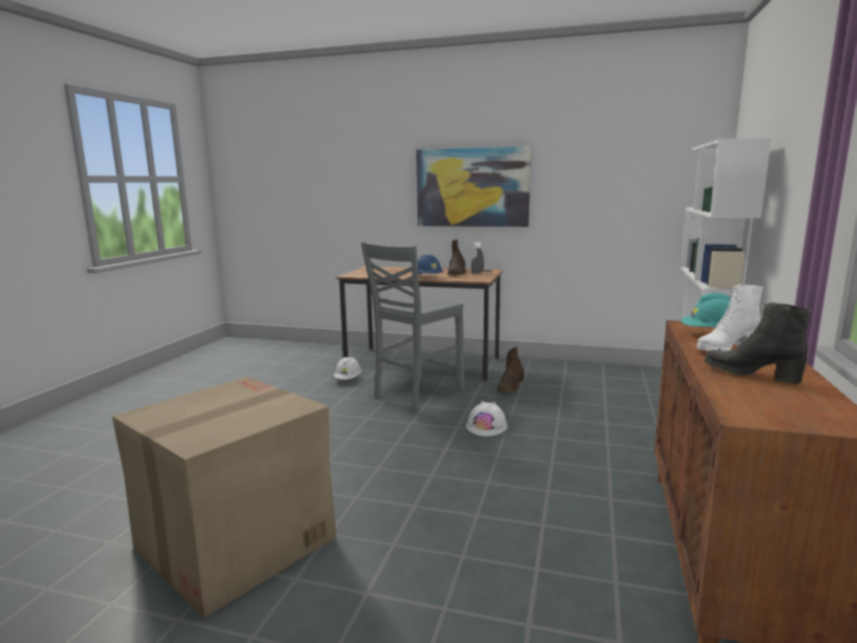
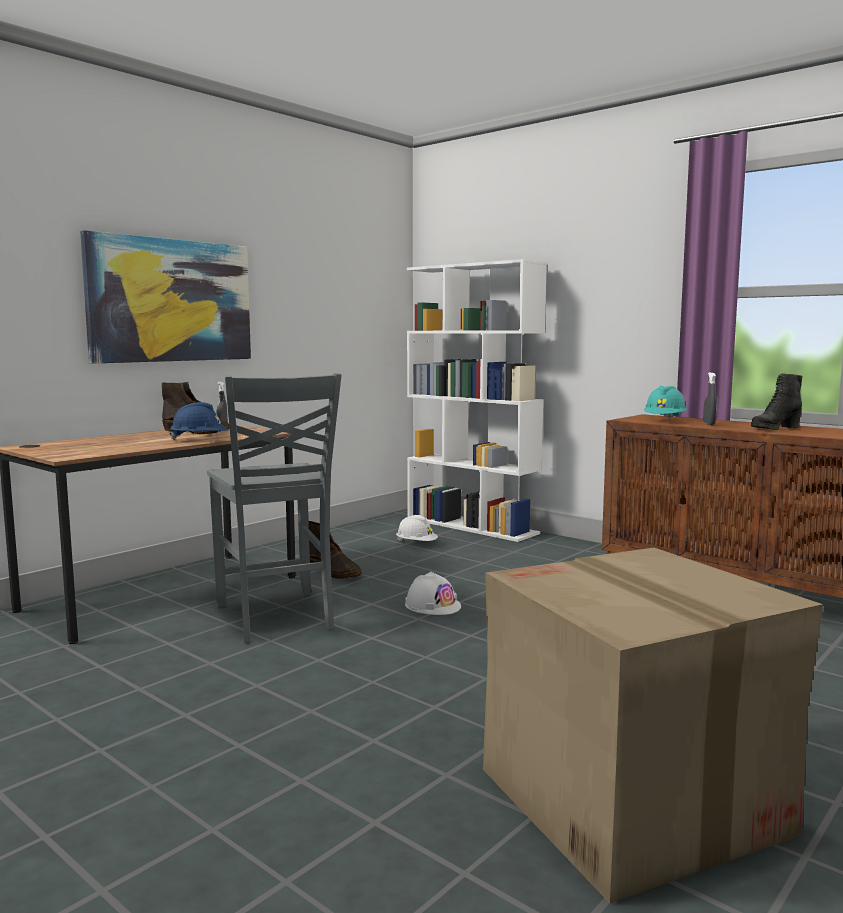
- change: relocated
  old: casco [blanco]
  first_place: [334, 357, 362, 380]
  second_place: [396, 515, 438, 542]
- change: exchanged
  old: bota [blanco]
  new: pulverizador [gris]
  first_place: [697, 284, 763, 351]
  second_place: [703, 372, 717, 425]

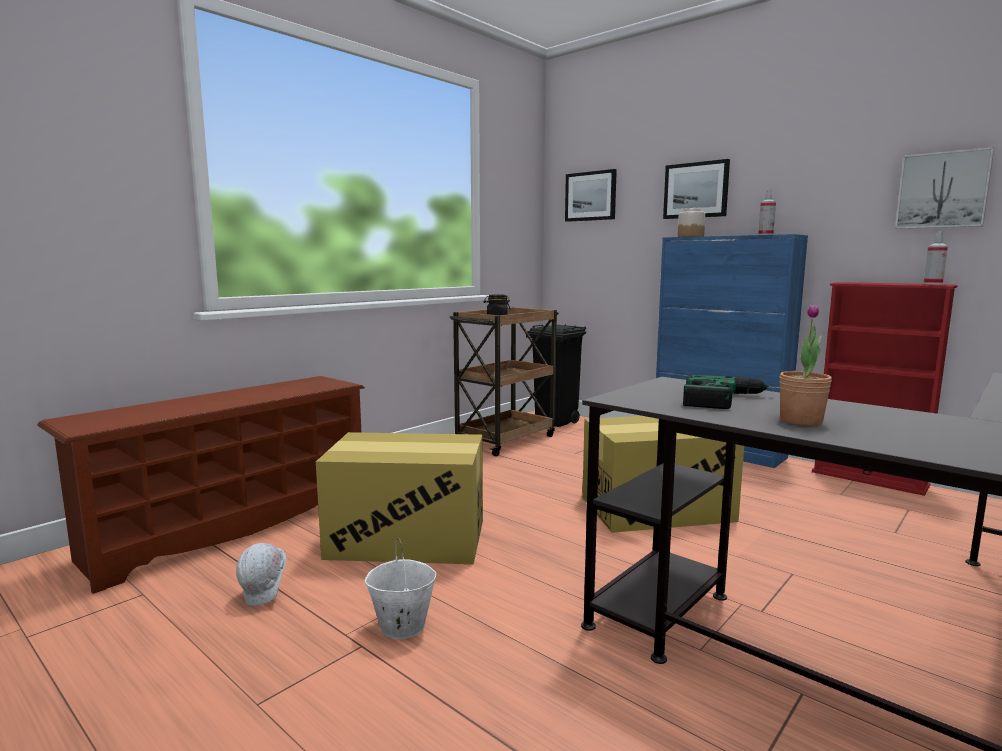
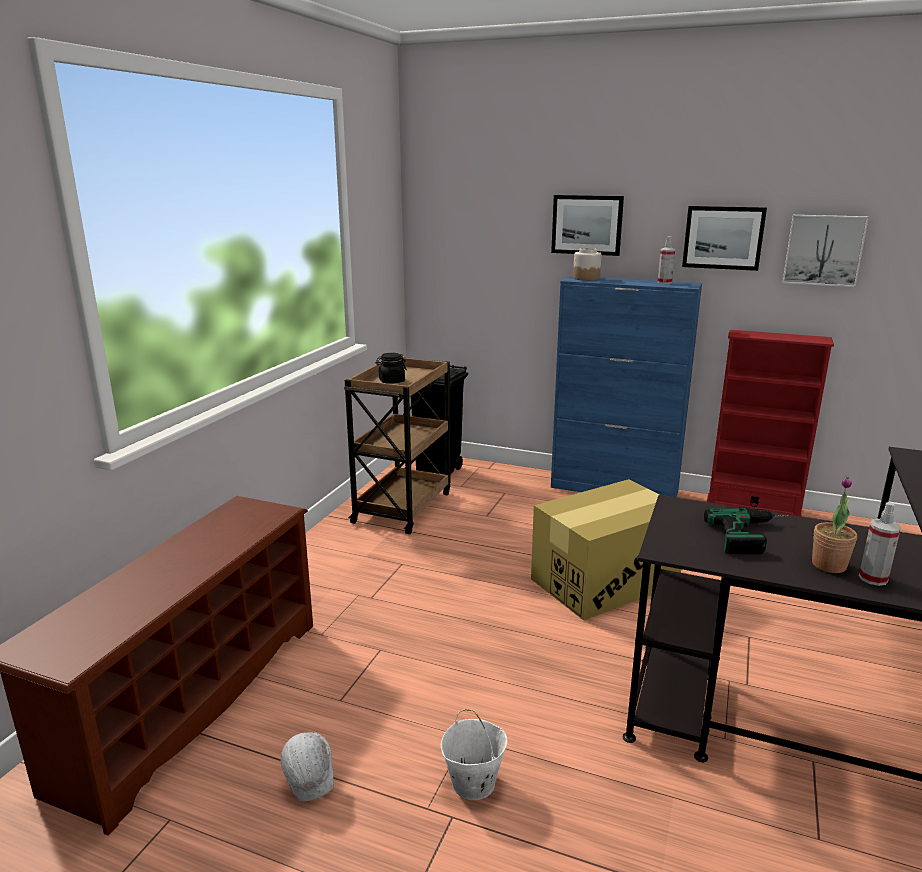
- change: missing
  old: caja de cartón
  first_place: [316, 432, 483, 564]
- change: relocated
  old: cuadro
  first_place: [565, 169, 617, 222]
  second_place: [682, 206, 767, 271]
- change: relocated
  old: pulverizador
  first_place: [923, 231, 948, 285]
  second_place: [859, 502, 901, 586]

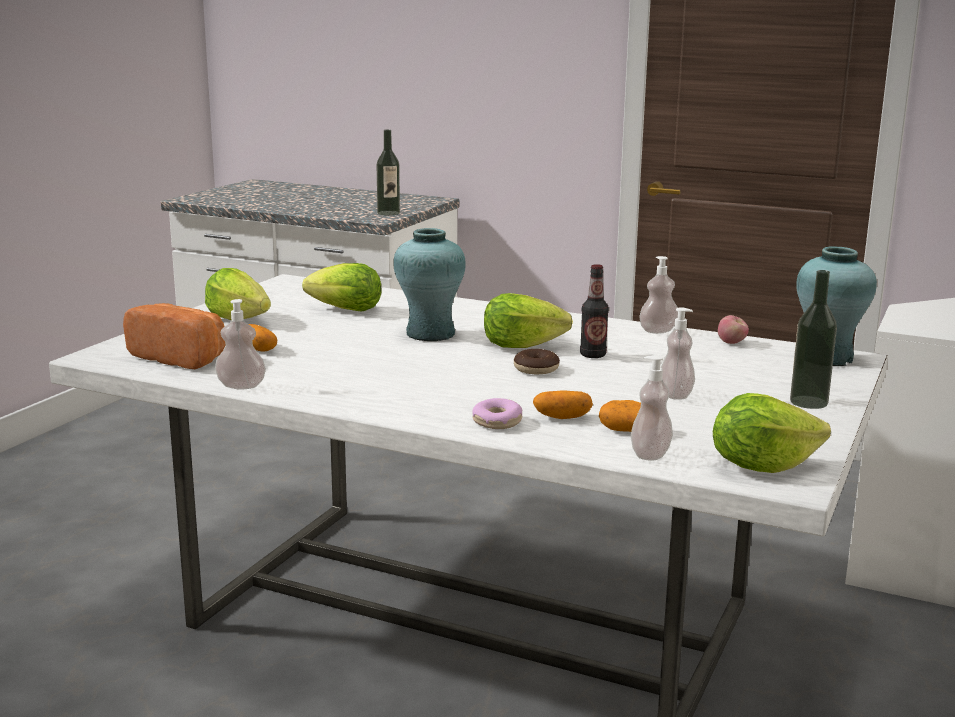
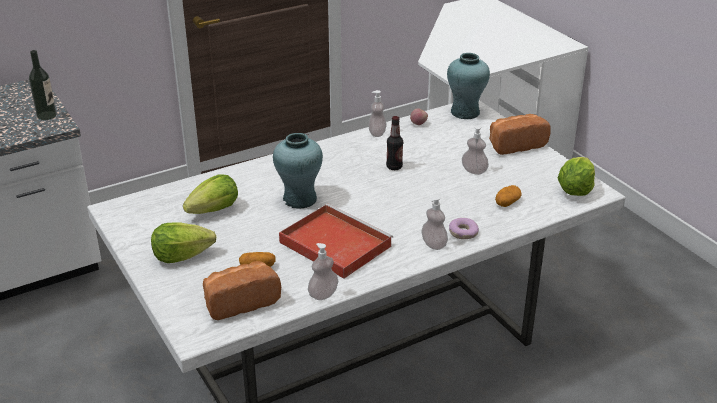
- change: missing
  old: lechuga
  first_place: [484, 293, 573, 348]
- change: missing
  old: rosquilla
  first_place: [514, 349, 560, 374]
- change: missing
  old: patata
  first_place: [533, 390, 593, 419]
- change: relocated
  old: dispensador de jabón
  first_place: [631, 355, 673, 461]
  second_place: [421, 196, 448, 250]
- change: exchanged
  old: botella
  new: pan
  first_place: [790, 270, 837, 409]
  second_place: [489, 114, 551, 155]
- change: appeared
  new: bandeja [rojo]
  second_place: [279, 204, 393, 279]

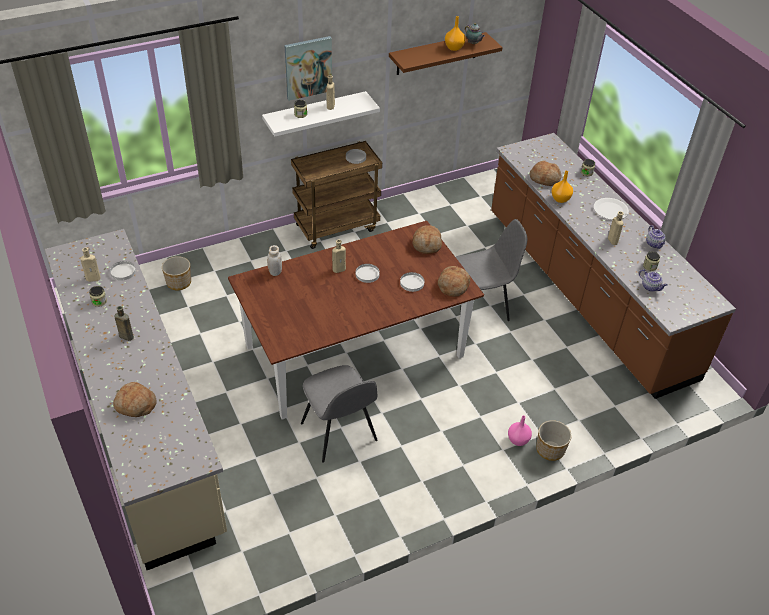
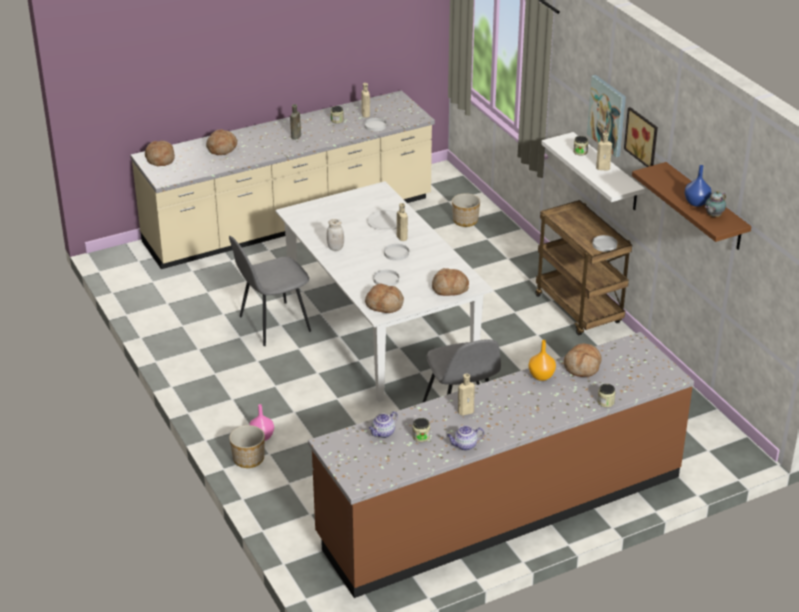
- change: colour
  old: mesa de comedor [marrón]
  new: mesa de comedor [blanco]
  first_place: [228, 221, 484, 420]
  second_place: [275, 181, 493, 402]
- change: relocated
  old: tarro [blanco]
  first_place: [267, 245, 282, 276]
  second_place: [327, 219, 344, 251]
- change: colour
  old: florero [naranja]
  new: florero [azul]
  first_place: [445, 16, 466, 51]
  second_place: [685, 165, 711, 207]
- change: relocated
  old: plato [blanco]
  first_place: [594, 198, 629, 220]
  second_place: [367, 210, 397, 230]
- change: appeared
  new: pan
  second_place: [145, 141, 175, 166]
- change: appeared
  new: cuadro
  second_place: [624, 107, 658, 167]

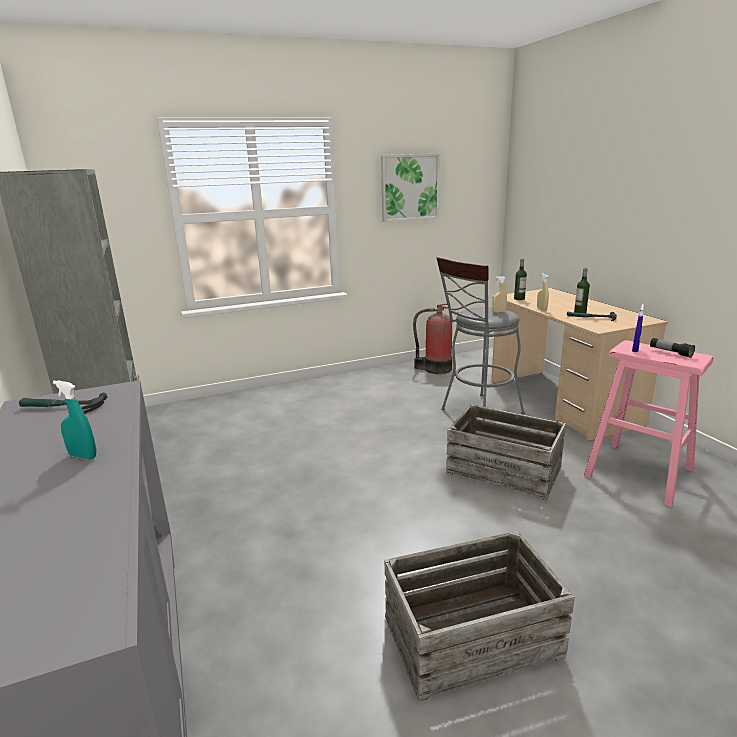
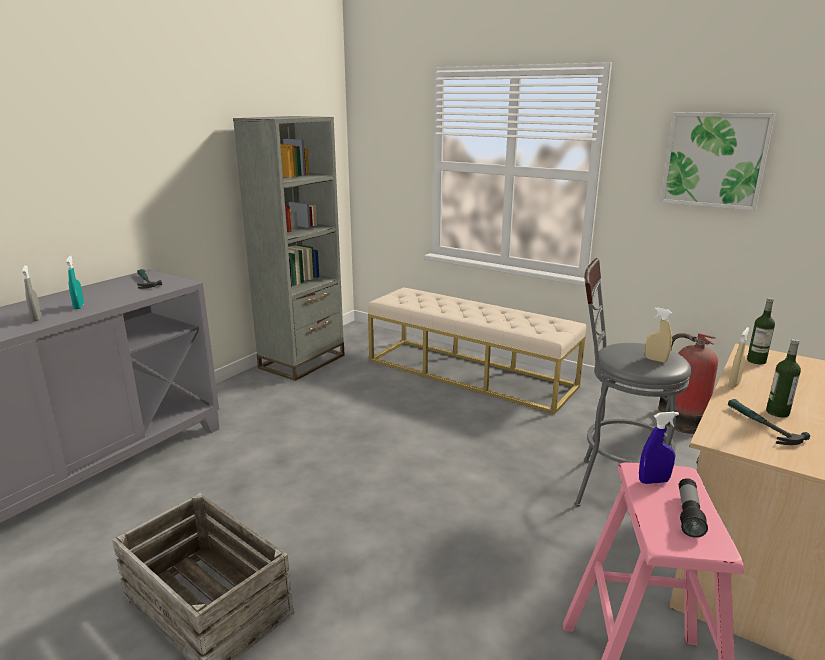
- change: missing
  old: caja de embalaje
  first_place: [446, 404, 566, 501]
- change: appeared
  new: pulverizador [gris]
  second_place: [22, 265, 41, 322]
- change: appeared
  new: banco [beis]
  second_place: [368, 287, 586, 414]

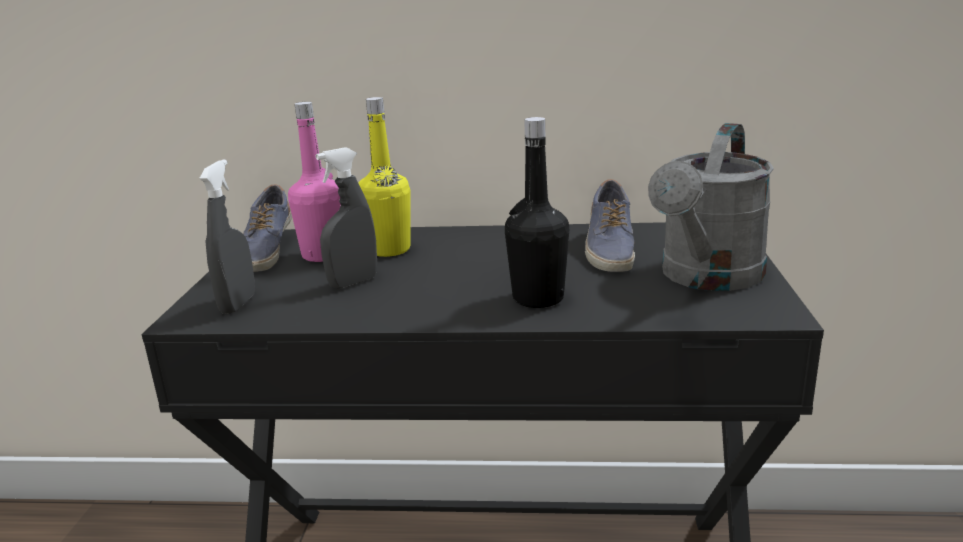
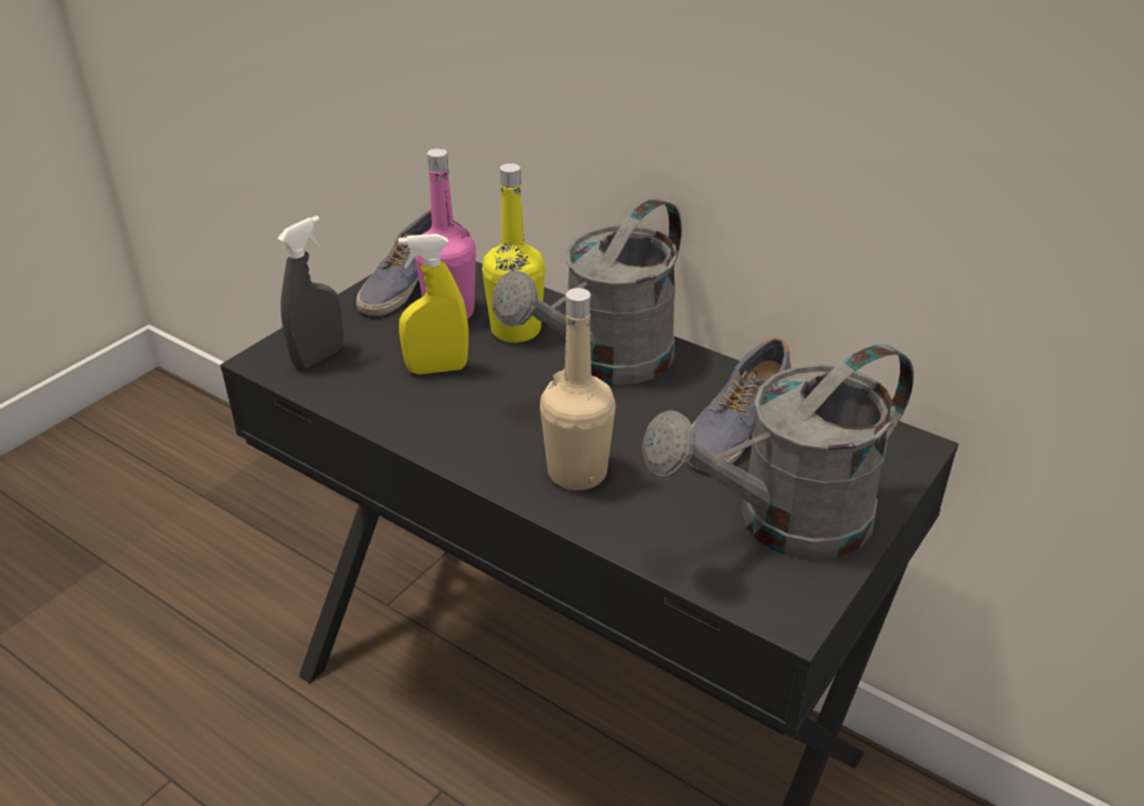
- change: colour
  old: pulverizador [gris]
  new: pulverizador [amarillo]
  first_place: [316, 147, 377, 289]
  second_place: [398, 234, 468, 374]
- change: colour
  old: botella [negro]
  new: botella [beis]
  first_place: [505, 117, 569, 308]
  second_place: [540, 288, 616, 490]
- change: appeared
  new: regadera [gris]
  second_place: [492, 198, 682, 385]

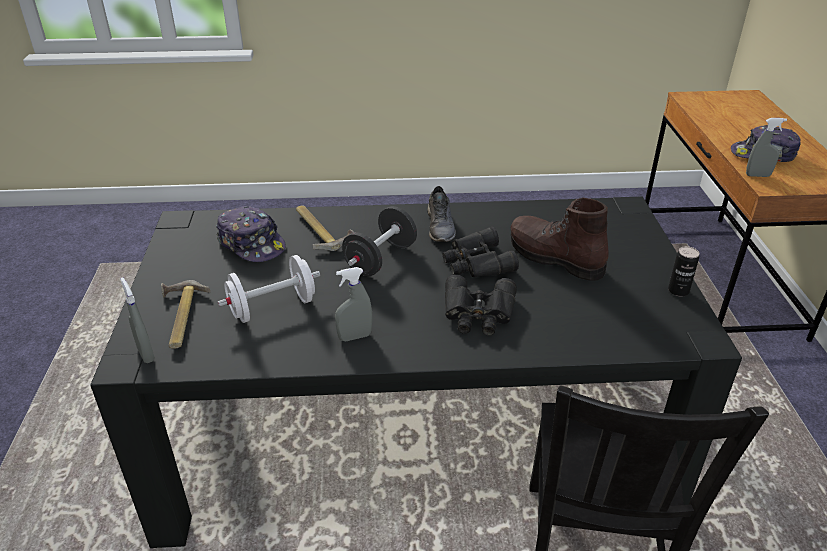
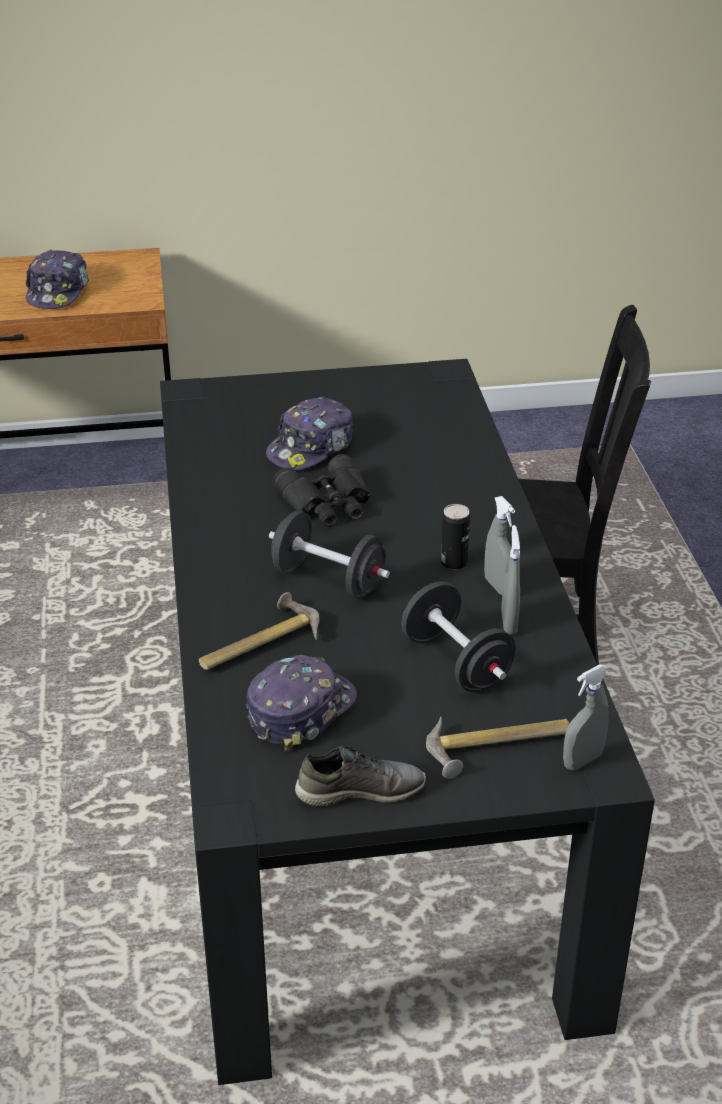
- change: colour
  old: mancuerna [blanco]
  new: mancuerna [negro]
  first_place: [217, 255, 320, 323]
  second_place: [402, 581, 516, 692]
- change: relocated
  old: zapato [gris]
  first_place: [427, 186, 456, 242]
  second_place: [295, 746, 426, 806]
- change: missing
  old: prismáticos [negro]
  first_place: [445, 275, 517, 336]
- change: exchanged
  old: bota [marrón]
  new: gorra
  first_place: [511, 198, 608, 281]
  second_place: [266, 397, 353, 470]
- change: relocated
  old: lata
  first_place: [668, 246, 699, 297]
  second_place: [441, 504, 470, 570]
- change: relocated
  old: pulverizador [gris]
  first_place: [746, 118, 787, 177]
  second_place: [501, 525, 520, 635]

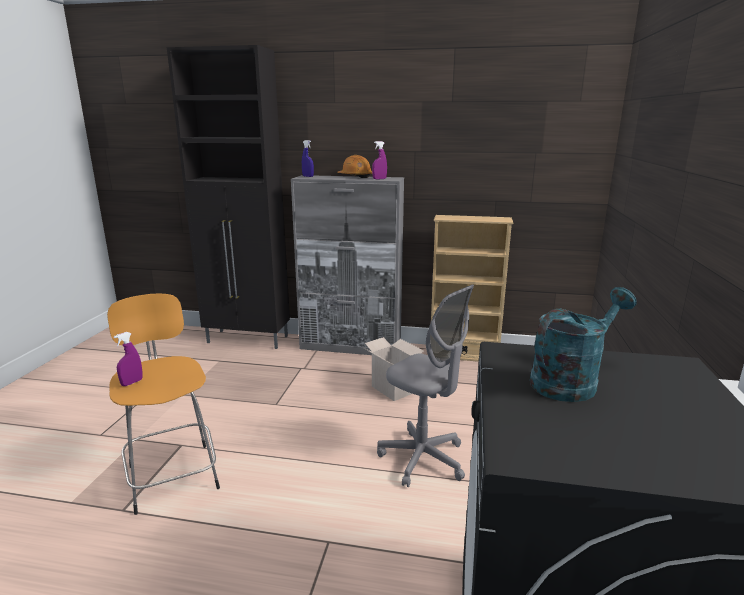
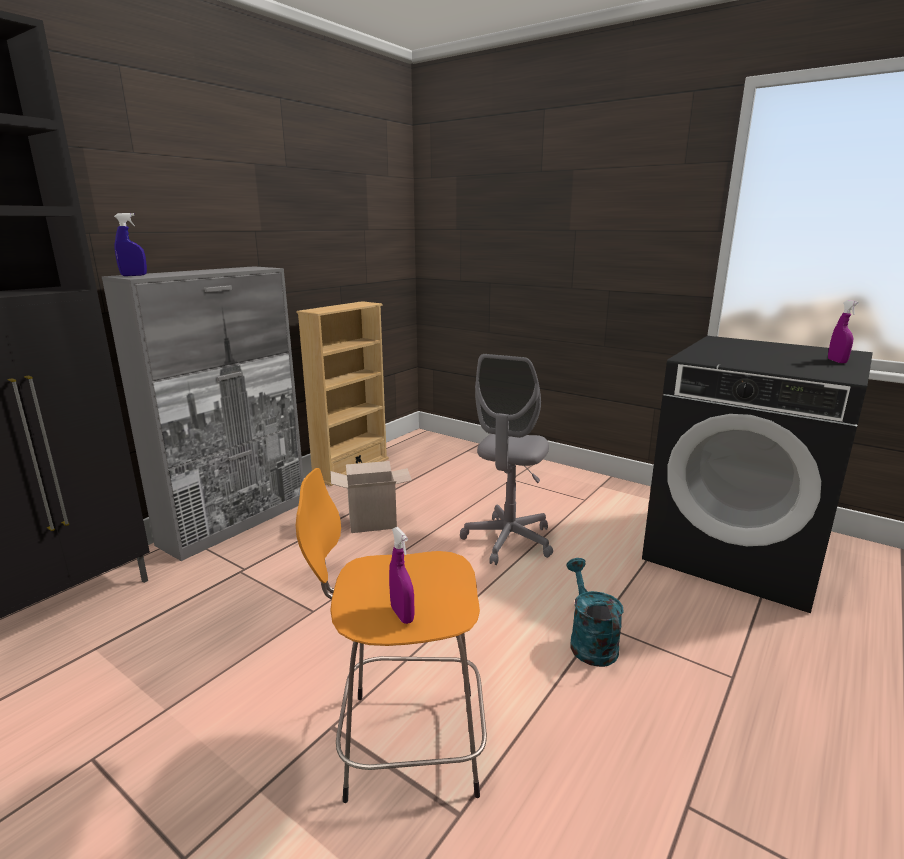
- change: missing
  old: casco [naranja]
  first_place: [337, 155, 372, 178]
- change: relocated
  old: pulverizador [morado]
  first_place: [372, 141, 387, 179]
  second_place: [828, 300, 859, 363]
- change: spun
  old: silla de oficina [gris]
  first_place: [377, 285, 474, 487]
  second_place: [460, 354, 553, 565]
  degrees: 135
- change: relocated
  old: regadera [turquesa]
  first_place: [530, 287, 637, 402]
  second_place: [566, 558, 624, 667]

